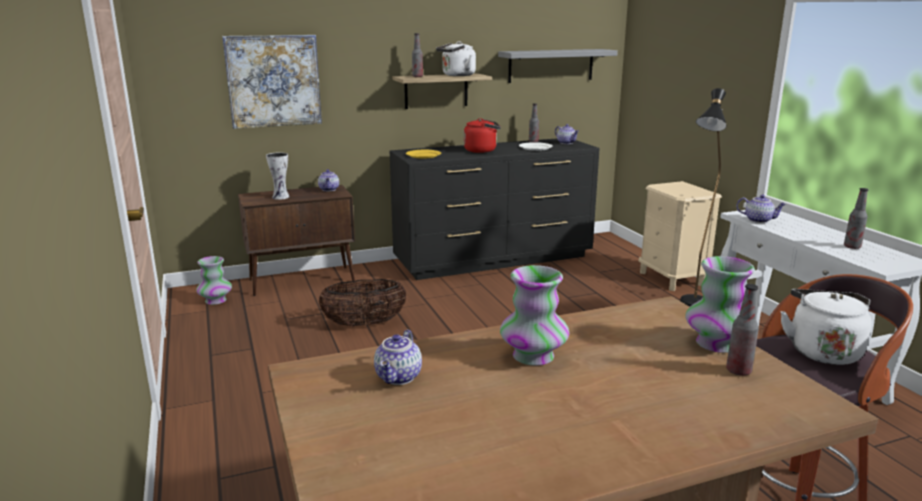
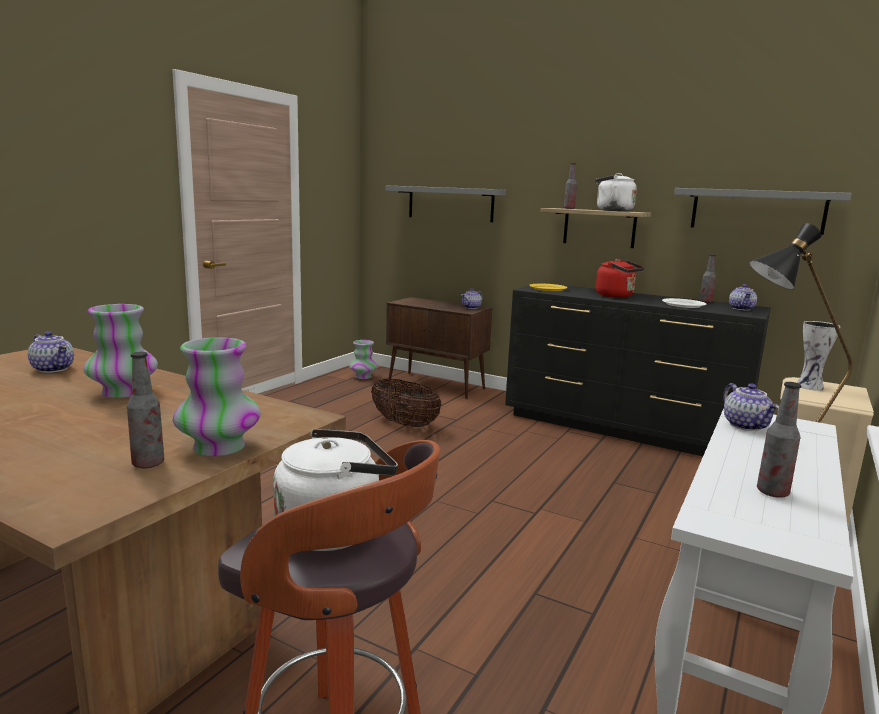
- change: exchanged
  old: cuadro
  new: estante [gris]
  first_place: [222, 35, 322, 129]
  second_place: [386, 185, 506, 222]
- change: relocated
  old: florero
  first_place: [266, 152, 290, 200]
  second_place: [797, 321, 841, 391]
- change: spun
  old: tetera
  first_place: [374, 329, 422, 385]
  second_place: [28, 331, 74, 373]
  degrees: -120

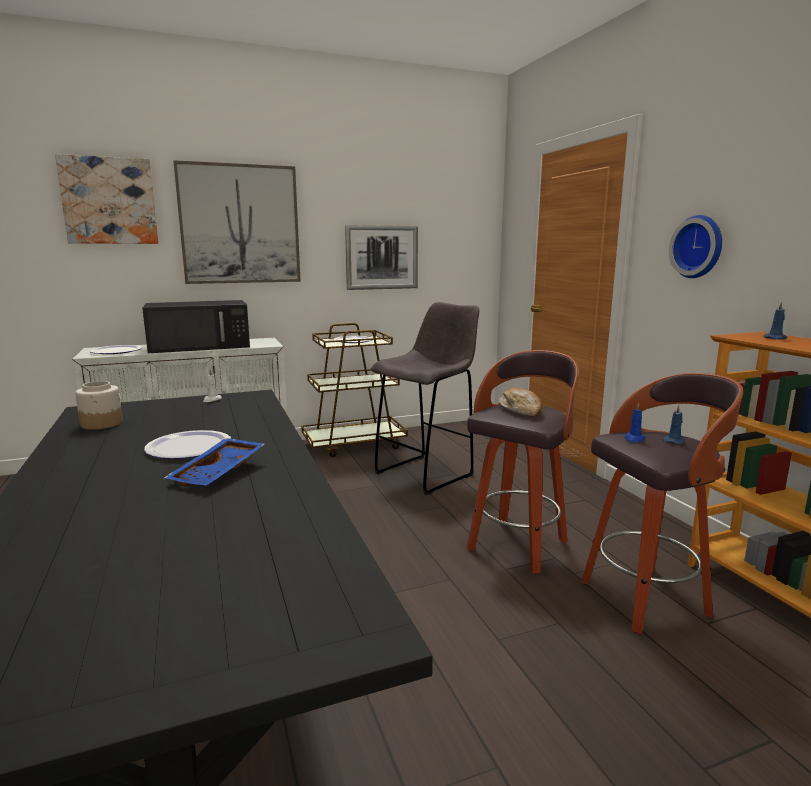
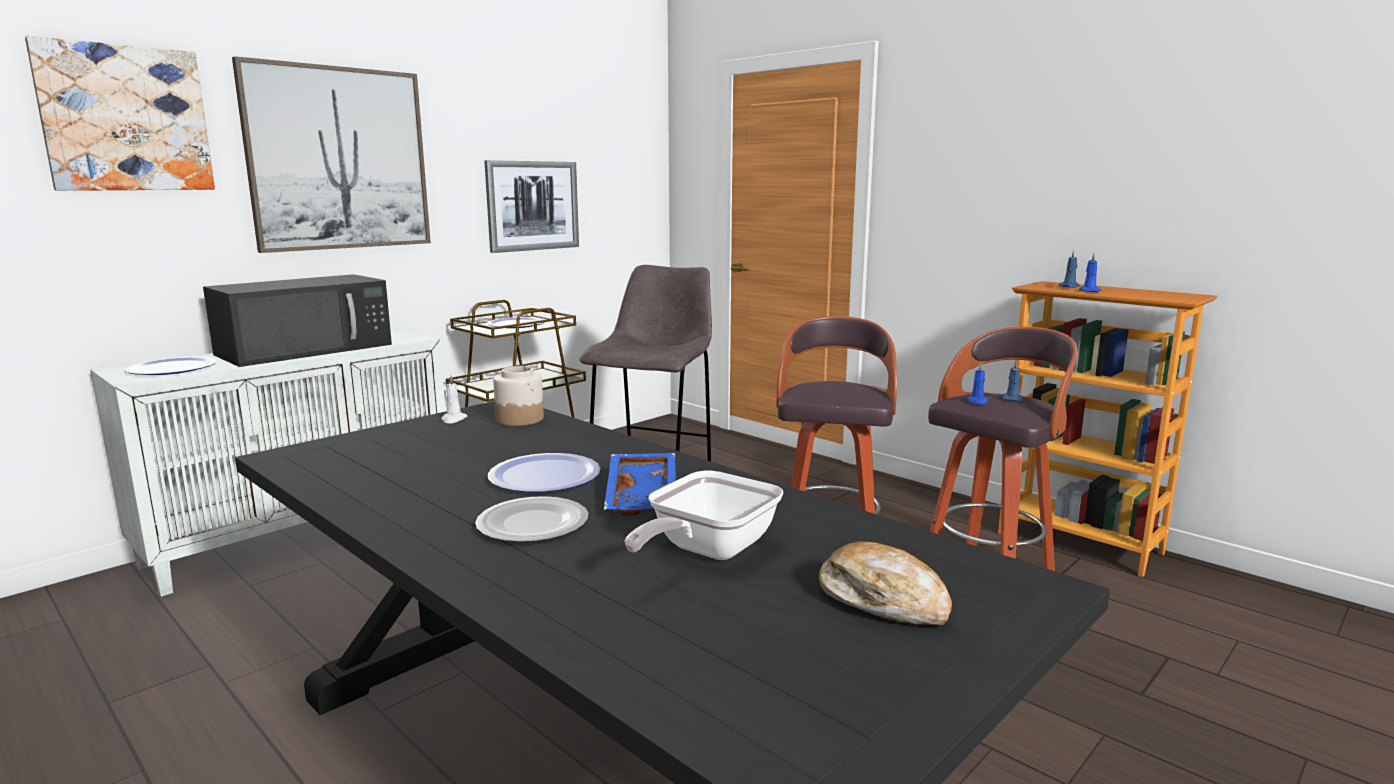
- change: relocated
  old: tarro
  first_place: [75, 381, 123, 430]
  second_place: [493, 366, 544, 426]
- change: relocated
  old: pan
  first_place: [499, 388, 543, 417]
  second_place: [819, 541, 952, 625]
- change: missing
  old: reloj de pared
  first_place: [669, 215, 722, 278]
- change: appeared
  new: plato
  second_place: [475, 496, 588, 542]
- change: appeared
  new: sartén
  second_place: [624, 471, 784, 560]
- change: appeared
  new: vela [azul]
  second_place: [1079, 254, 1101, 292]

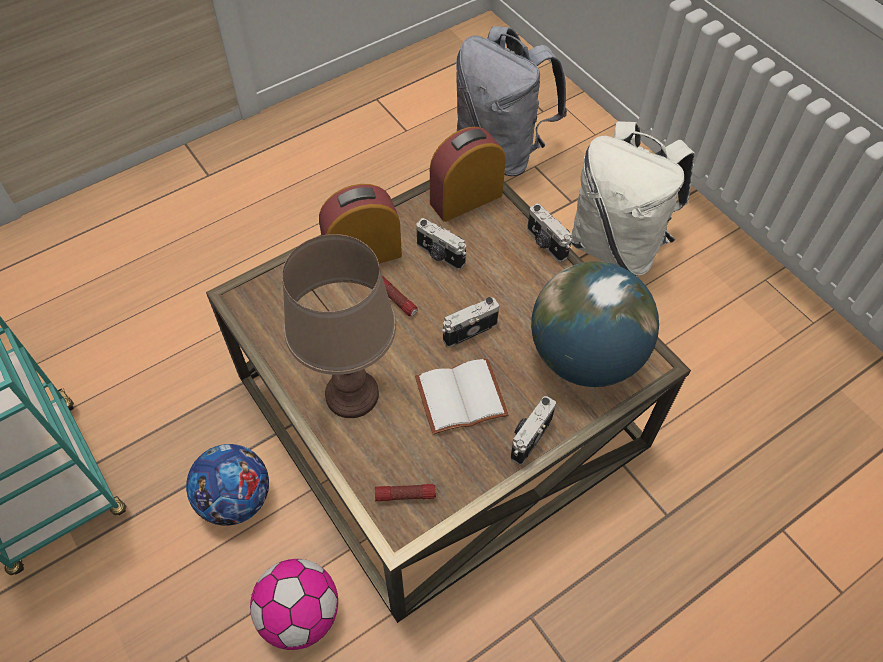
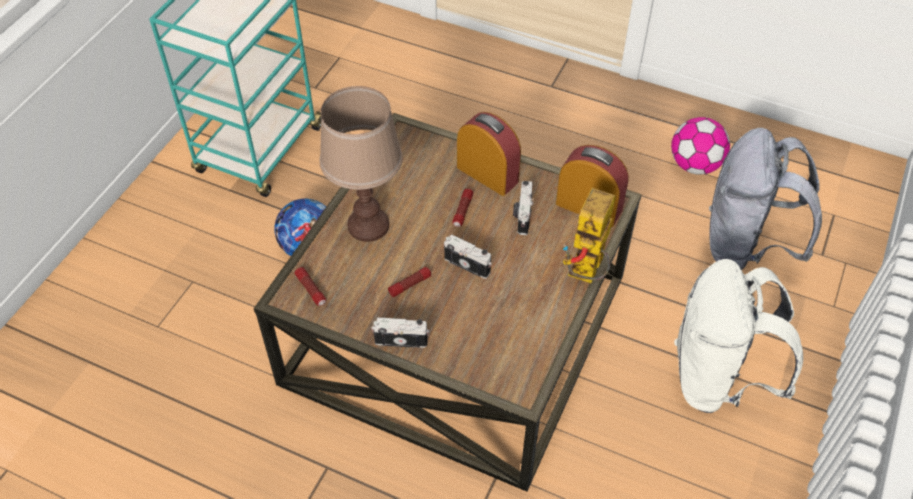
- change: relocated
  old: balón de fútbol
  first_place: [250, 559, 338, 650]
  second_place: [671, 117, 730, 175]
- change: exchanged
  old: libro [blanco]
  new: linterna
  first_place: [415, 358, 508, 435]
  second_place: [388, 267, 431, 297]
- change: exchanged
  old: cámara
  new: robot de juguete
  first_place: [527, 204, 572, 262]
  second_place: [562, 188, 616, 283]
- change: missing
  old: globo terráqueo
  first_place: [531, 261, 659, 387]

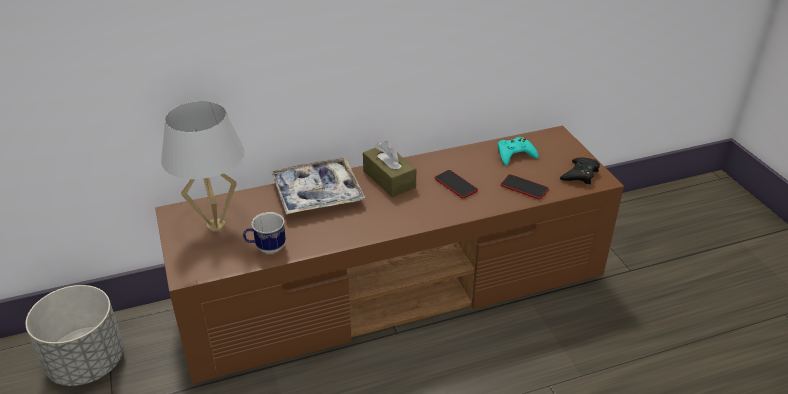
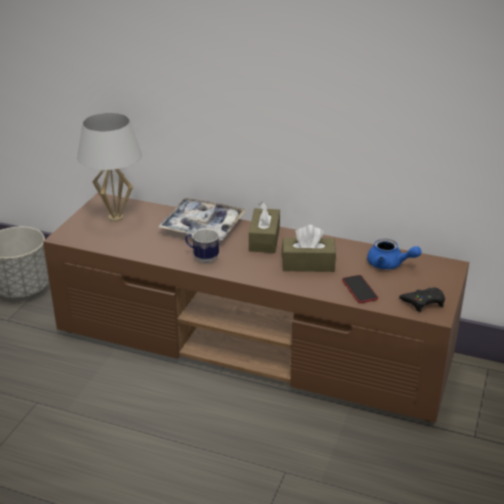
- change: relocated
  old: taza grande
  first_place: [243, 212, 286, 254]
  second_place: [185, 228, 219, 263]
- change: exchanged
  old: móvil
  new: caja de pañuelos [marrón]
  first_place: [434, 170, 478, 198]
  second_place: [282, 225, 336, 272]
- change: exchanged
  old: mando de consola [turquesa]
  new: tetera [azul]
  first_place: [498, 137, 539, 165]
  second_place: [367, 239, 421, 269]

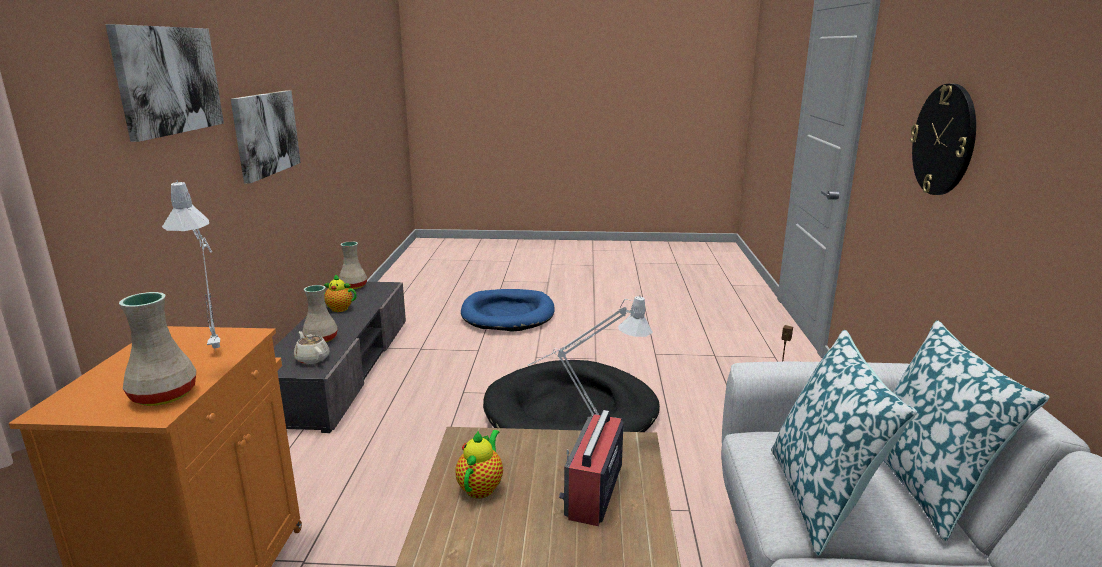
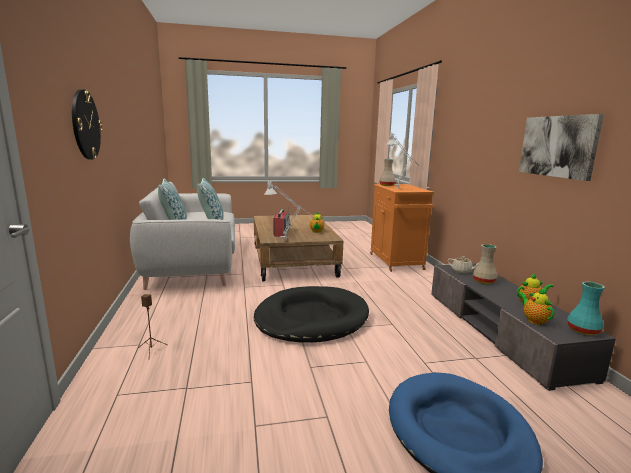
- change: missing
  old: cuadro
  first_place: [105, 24, 224, 142]
- change: colour
  old: florero [beis]
  new: florero [turquesa]
  first_place: [339, 241, 367, 289]
  second_place: [567, 282, 605, 335]
- change: appeared
  new: tetera
  second_place: [518, 288, 554, 325]

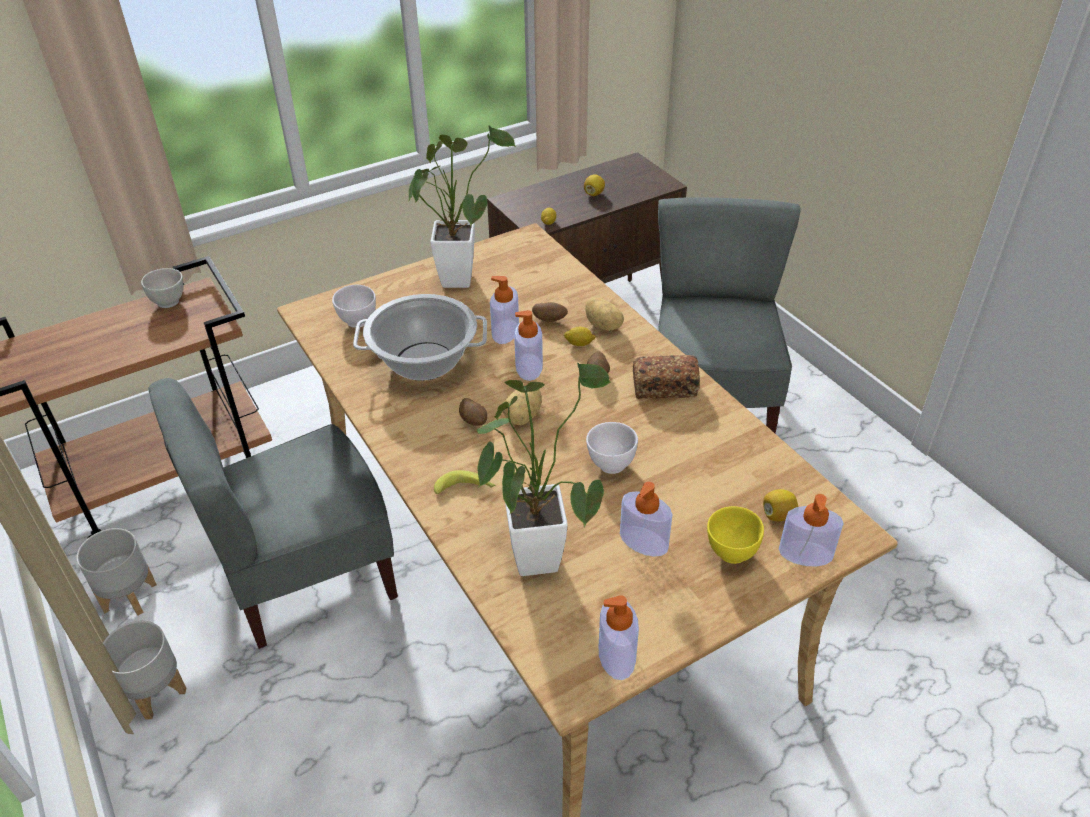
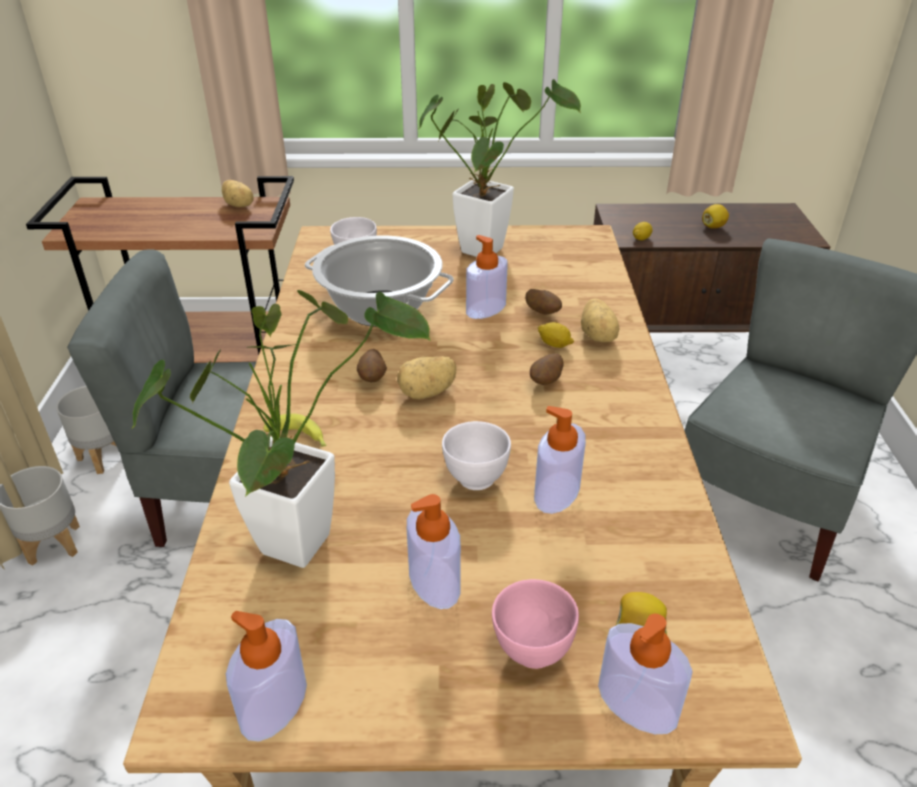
- change: exchanged
  old: cuenco [blanco]
  new: patata
  first_place: [141, 268, 184, 308]
  second_place: [222, 180, 254, 207]
- change: relocated
  old: dispensador de jabón
  first_place: [514, 310, 543, 381]
  second_place: [534, 406, 586, 514]
- change: missing
  old: pan
  first_place: [633, 355, 700, 399]
- change: colour
  old: cuenco [amarillo]
  new: cuenco [rosa]
  first_place: [707, 506, 764, 564]
  second_place: [492, 579, 579, 669]

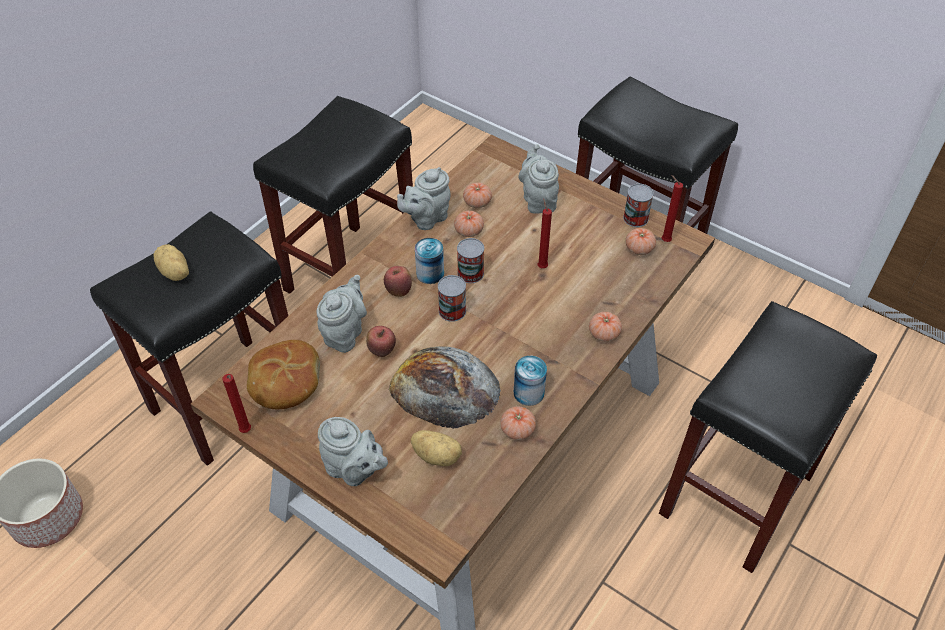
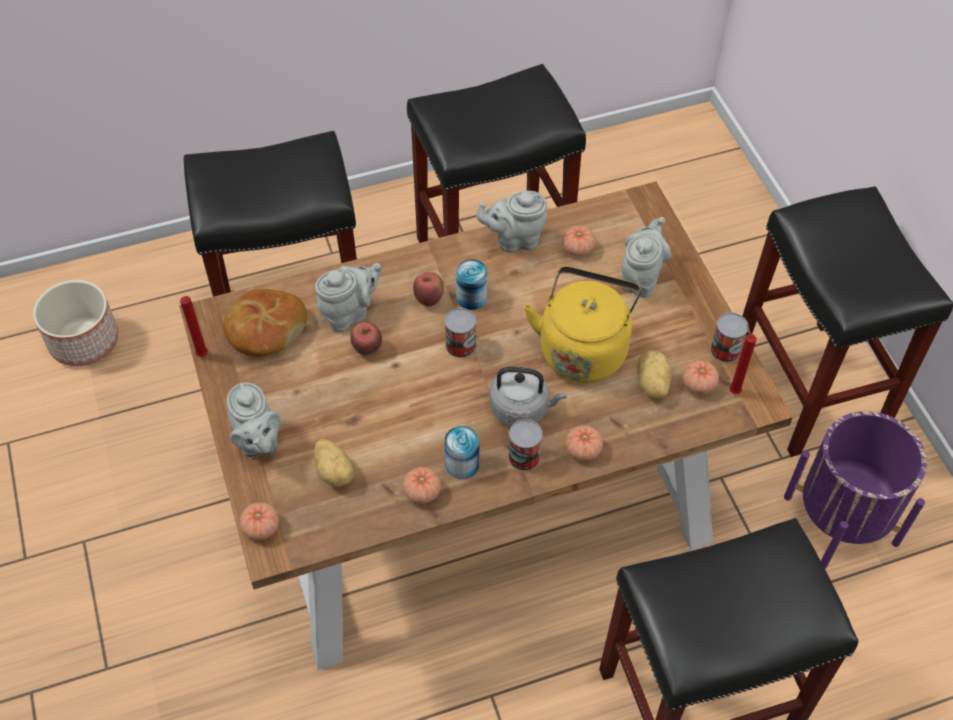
- change: relocated
  old: patata
  first_place: [153, 244, 189, 281]
  second_place: [637, 350, 671, 399]
- change: missing
  old: pan
  first_place: [389, 346, 501, 429]
- change: relocated
  old: tomate
  first_place: [454, 211, 484, 237]
  second_place: [240, 502, 279, 540]
- change: relocated
  old: lata
  first_place: [457, 238, 484, 283]
  second_place: [508, 419, 543, 471]
- change: exchanged
  old: vela [rojo]
  new: hervidor [amarillo]
  first_place: [538, 199, 552, 268]
  second_place: [524, 266, 641, 383]
- change: appeared
  new: hervidor [gris]
  second_place: [489, 367, 567, 426]
- change: appeared
  new: maceta [morado]
  second_place: [784, 411, 927, 569]

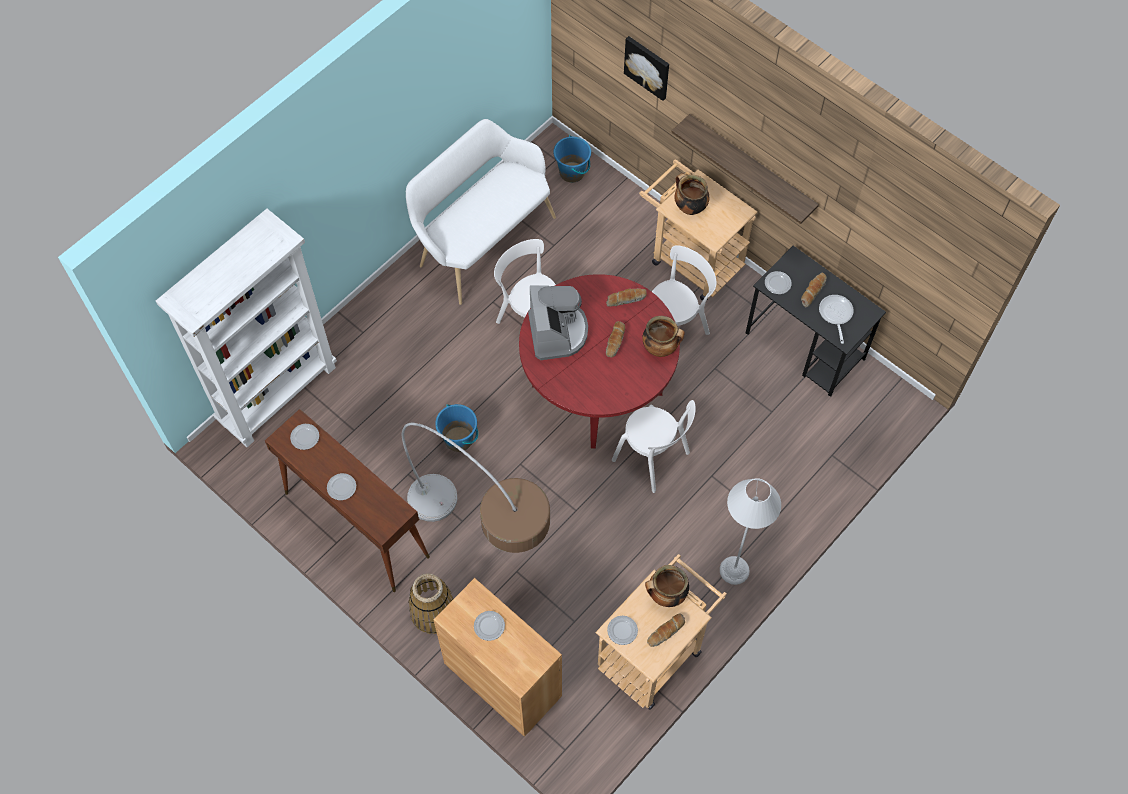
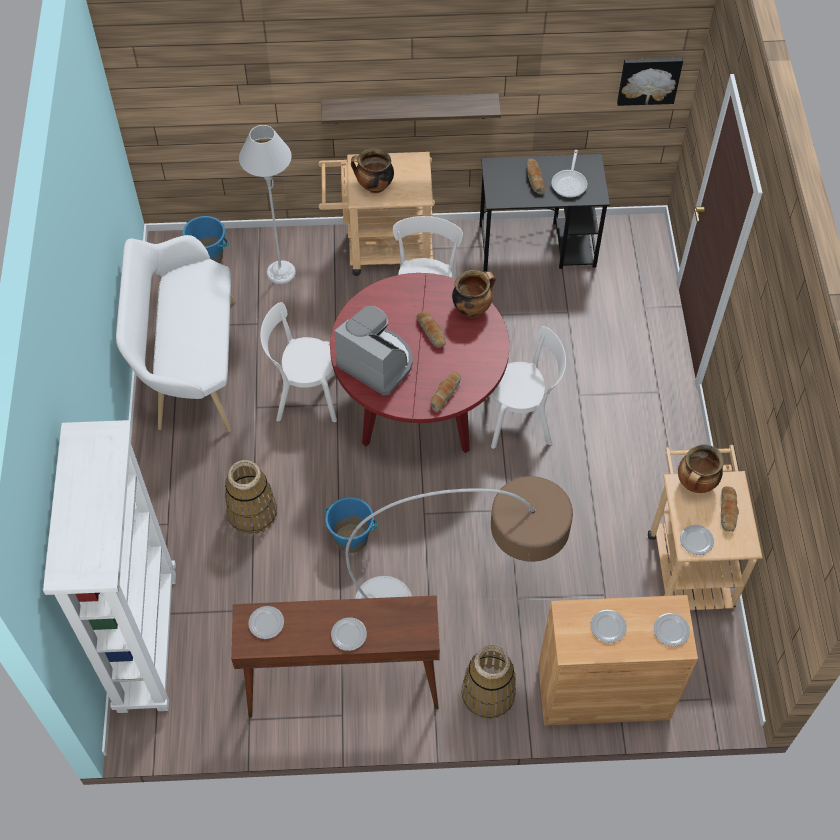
- change: relocated
  old: pan
  first_place: [606, 288, 647, 307]
  second_place: [430, 371, 461, 412]
- change: relocated
  old: cuadro
  first_place: [624, 36, 669, 101]
  second_place: [617, 58, 683, 106]
- change: relocated
  old: lámpara de pie [gris]
  first_place: [720, 478, 781, 585]
  second_place: [239, 125, 296, 284]
- change: relocated
  old: plato
  first_place: [765, 271, 792, 294]
  second_place: [654, 613, 690, 647]
- change: spun
  old: sartén
  first_place: [819, 295, 854, 344]
  second_place: [552, 150, 587, 198]
  degrees: -120
- change: appeared
  new: cesta
  second_place: [225, 460, 277, 535]

